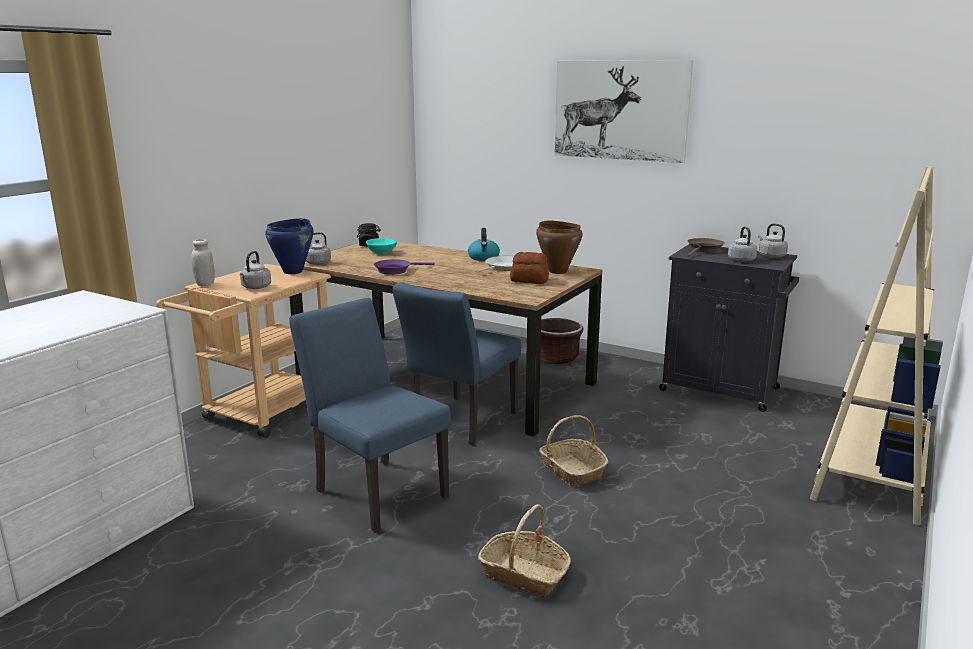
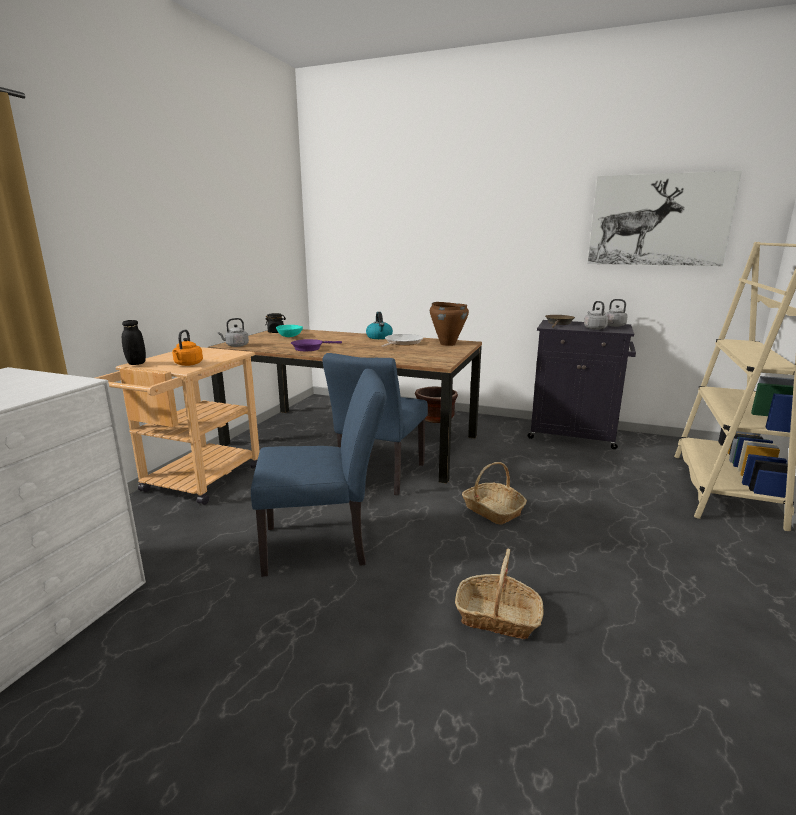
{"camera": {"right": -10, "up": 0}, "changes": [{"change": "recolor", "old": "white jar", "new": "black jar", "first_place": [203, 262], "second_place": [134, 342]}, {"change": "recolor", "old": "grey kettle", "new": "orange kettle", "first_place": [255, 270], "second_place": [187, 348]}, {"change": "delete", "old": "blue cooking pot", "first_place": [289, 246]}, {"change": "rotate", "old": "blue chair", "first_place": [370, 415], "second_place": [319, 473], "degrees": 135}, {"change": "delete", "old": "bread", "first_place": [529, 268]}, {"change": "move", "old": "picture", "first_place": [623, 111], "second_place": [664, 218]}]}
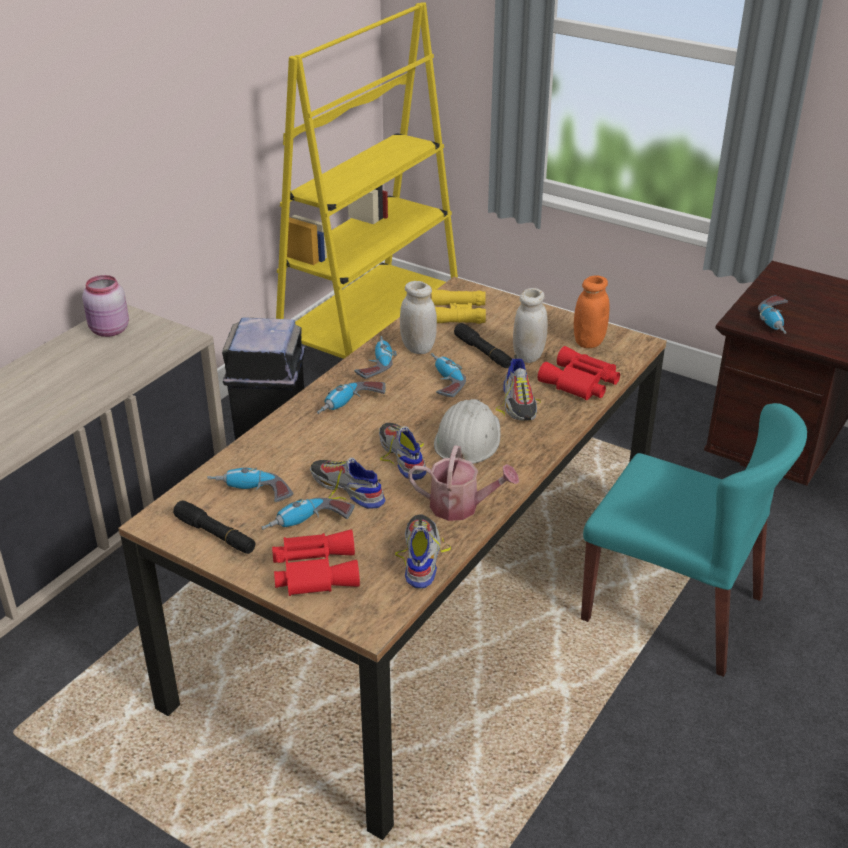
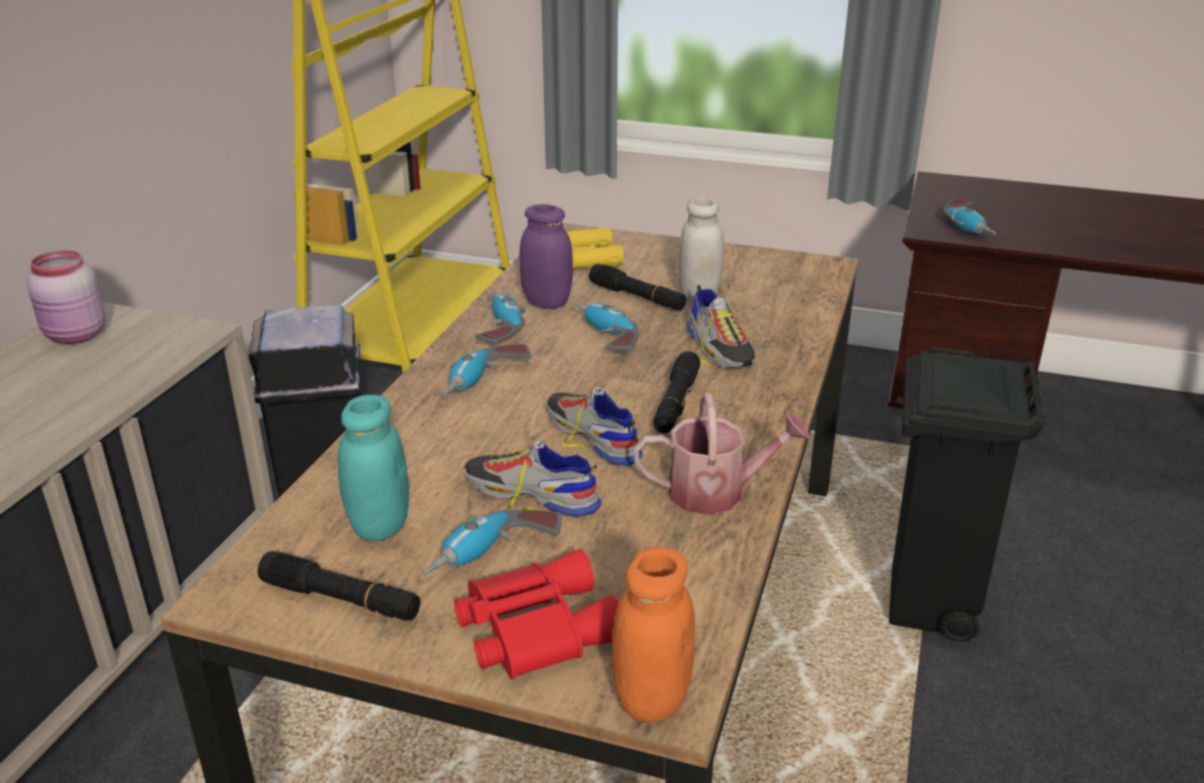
{"camera": {"right": -15, "up": -5}, "changes": [{"change": "replace", "old": "power drill", "new": "turquoise jar", "first_place": [250, 485], "second_place": [373, 468]}, {"change": "delete", "old": "shoe", "first_place": [423, 551]}, {"change": "recolor", "old": "white jar", "new": "purple jar", "first_place": [418, 317], "second_place": [546, 256]}, {"change": "replace", "old": "white hard hat", "new": "black flashlight", "first_place": [467, 431], "second_place": [676, 392]}, {"change": "delete", "old": "red binoculars", "first_place": [579, 373]}, {"change": "move", "old": "orange jar", "first_place": [592, 311], "second_place": [653, 634]}, {"change": "replace", "old": "turquoise chair", "new": "black trash can", "first_place": [694, 540], "second_place": [967, 494]}]}
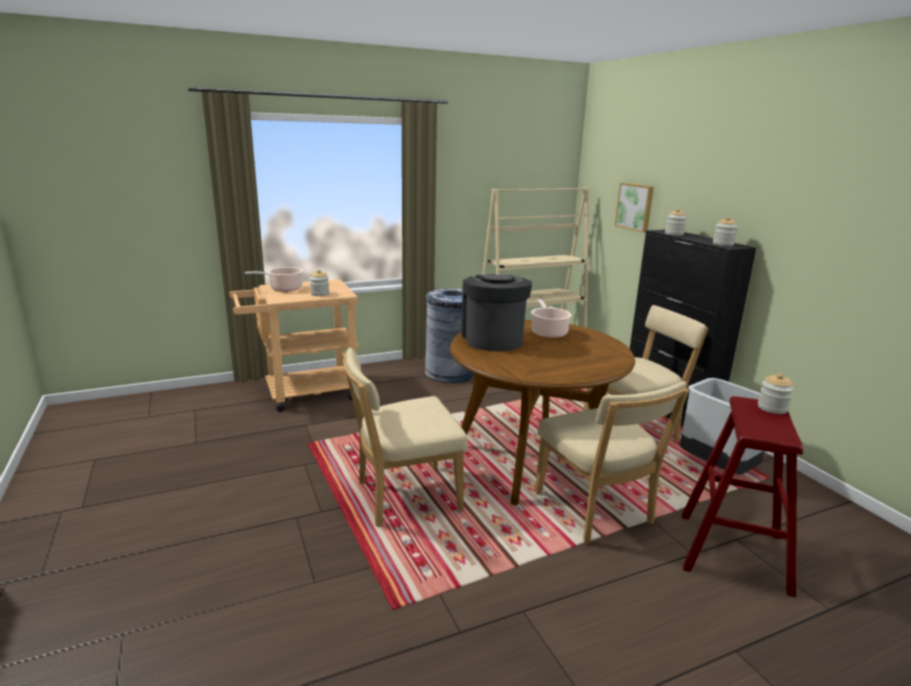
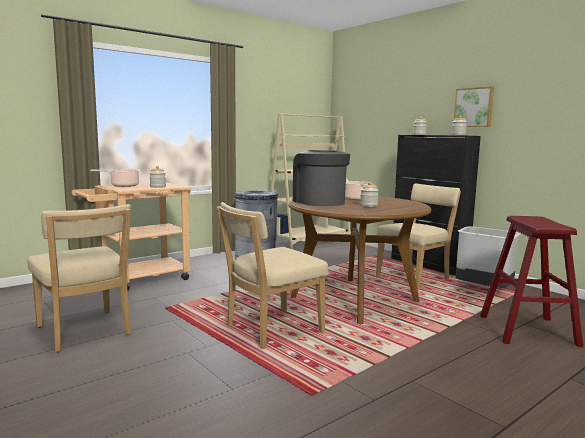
{"camera": {"right": -15, "up": -10}, "changes": [{"change": "move", "old": "beige chair", "first_place": [612, 462], "second_place": [79, 278]}, {"change": "move", "old": "picture", "first_place": [634, 208], "second_place": [474, 106]}, {"change": "move", "old": "jar", "first_place": [776, 394], "second_place": [369, 194]}]}
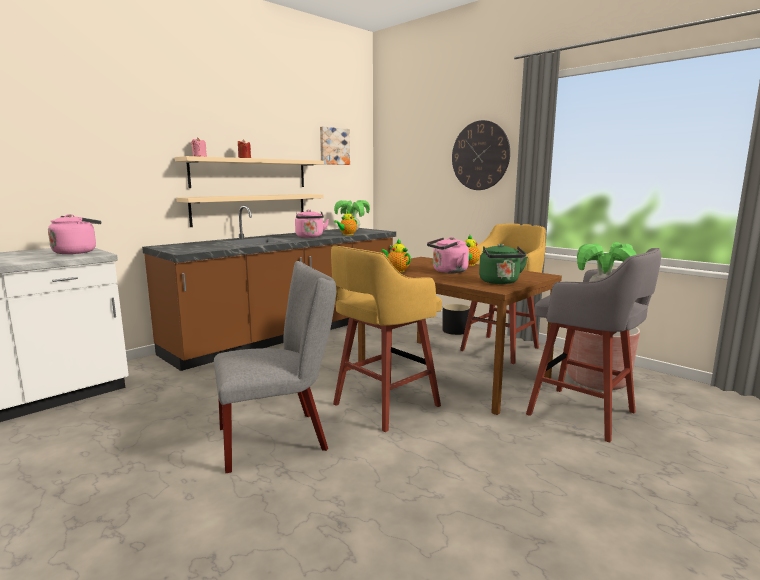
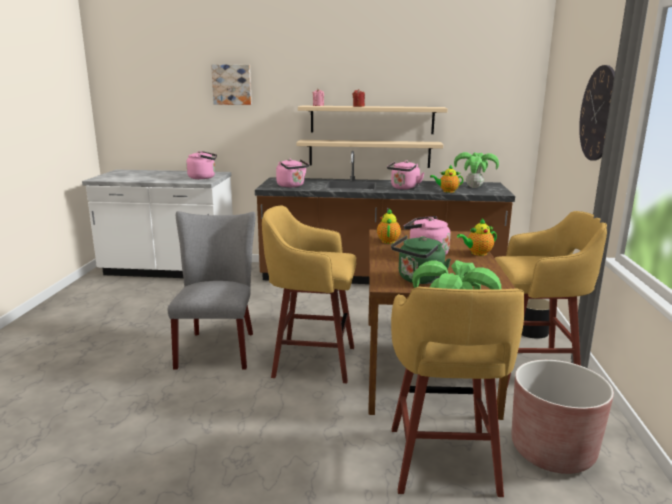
{"camera": {"right": 50, "up": 5}, "changes": [{"change": "rotate", "old": "grey chair", "first_place": [275, 367], "second_place": [211, 290], "degrees": -120}, {"change": "move", "old": "picture", "first_place": [335, 146], "second_place": [231, 84]}, {"change": "recolor", "old": "grey stool", "new": "yellow stool", "first_place": [593, 345], "second_place": [457, 392]}, {"change": "insert", "new": "pink kettle", "second_place": [292, 173]}]}
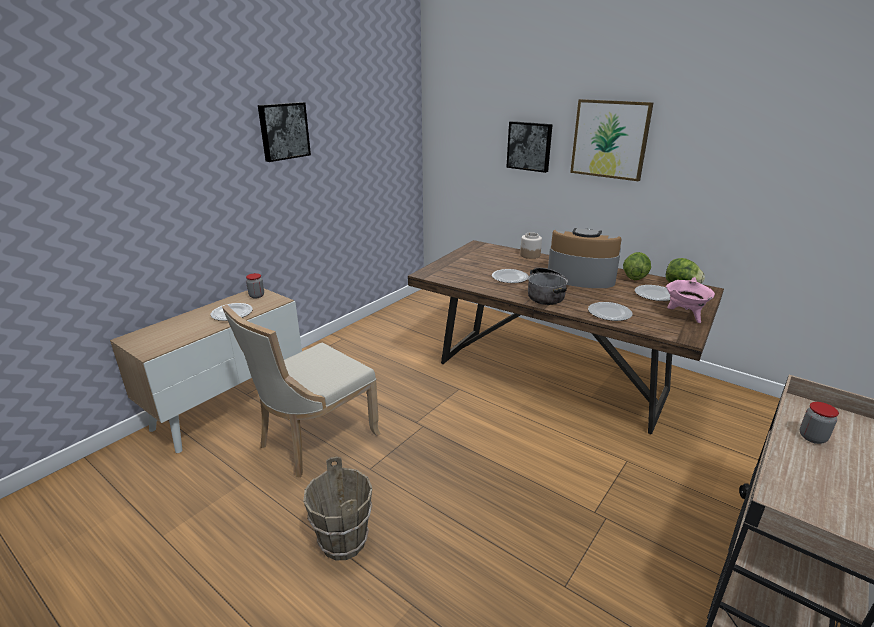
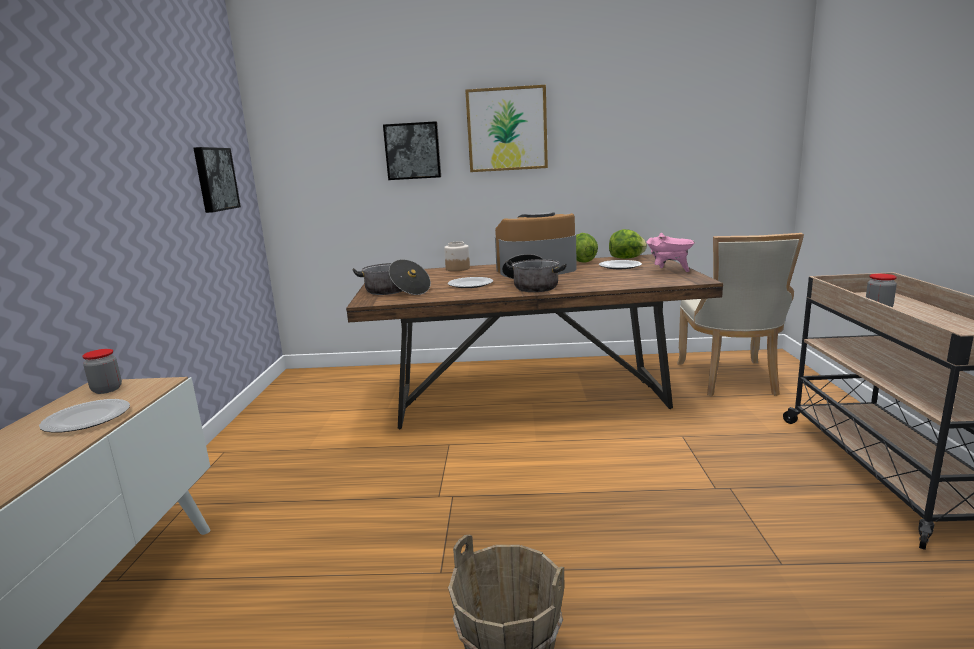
{"camera": {"right": -35, "up": -10}, "changes": [{"change": "move", "old": "beige chair", "first_place": [301, 391], "second_place": [740, 314]}, {"change": "move", "old": "picture", "first_place": [284, 132], "second_place": [217, 180]}, {"change": "delete", "old": "plate", "first_place": [610, 311]}, {"change": "insert", "new": "cooking pot", "second_place": [392, 277]}]}
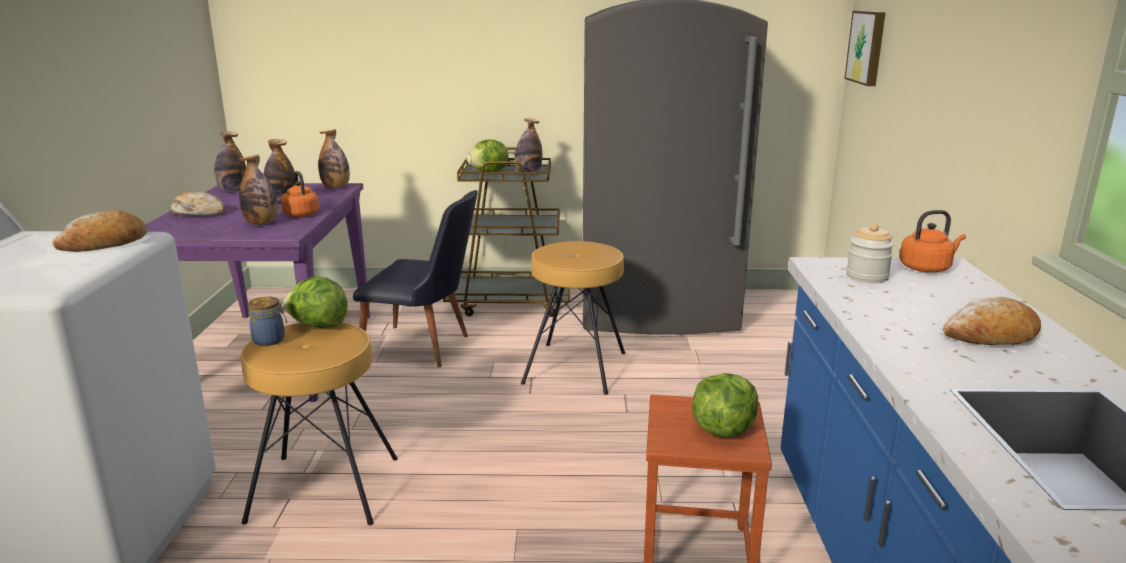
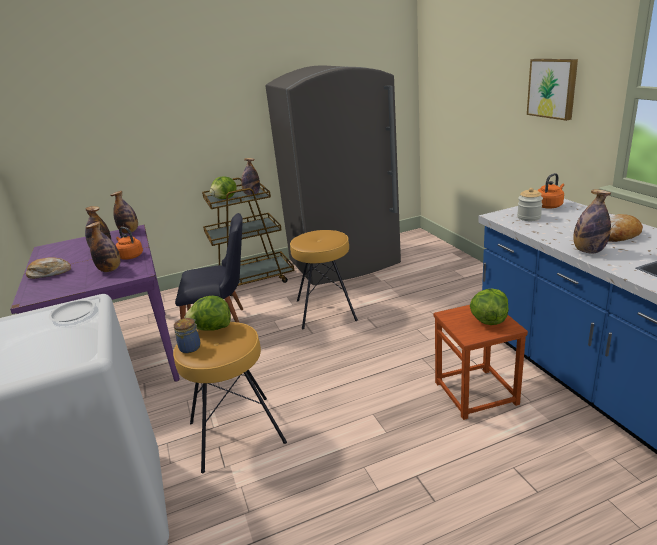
{"camera": {"right": -20, "up": 5}, "changes": [{"change": "replace", "old": "bread", "new": "white plate", "first_place": [99, 231], "second_place": [72, 311]}, {"change": "move", "old": "bottle", "first_place": [230, 161], "second_place": [592, 221]}, {"change": "move", "old": "picture", "first_place": [865, 48], "second_place": [552, 90]}]}
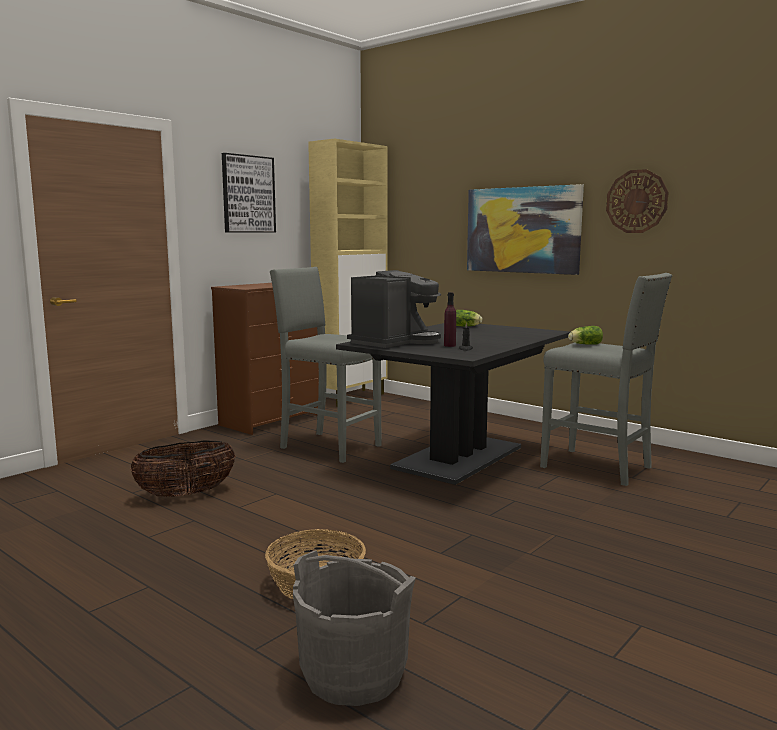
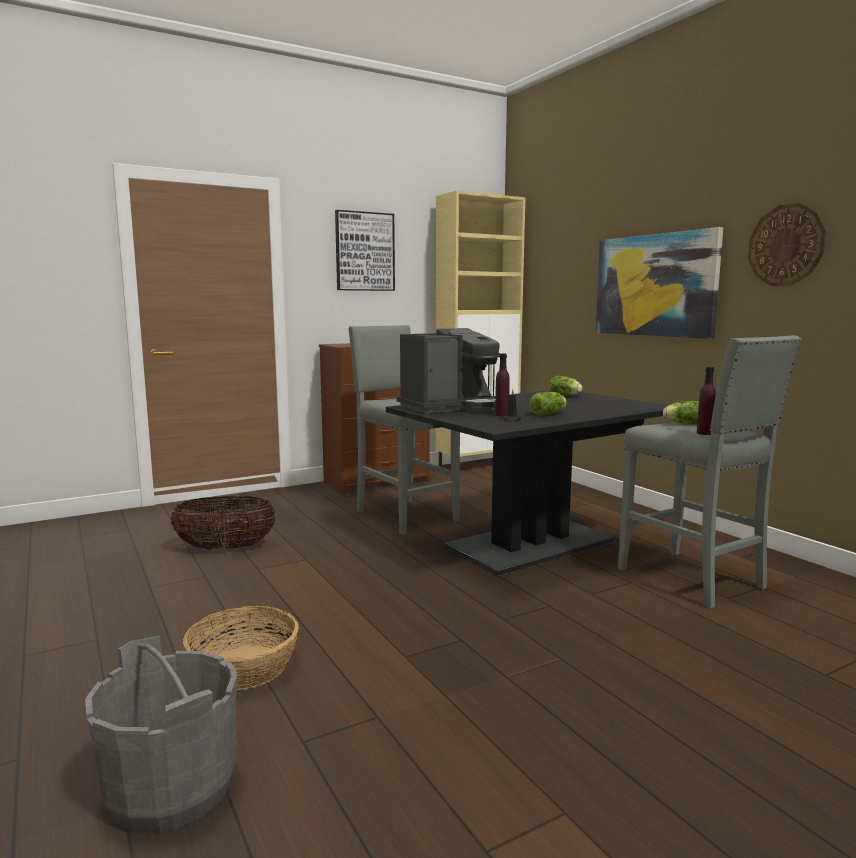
{"camera": {"right": 20, "up": 0}, "changes": [{"change": "insert", "new": "lettuce", "second_place": [548, 404]}, {"change": "insert", "new": "purple bottle", "second_place": [706, 401]}]}
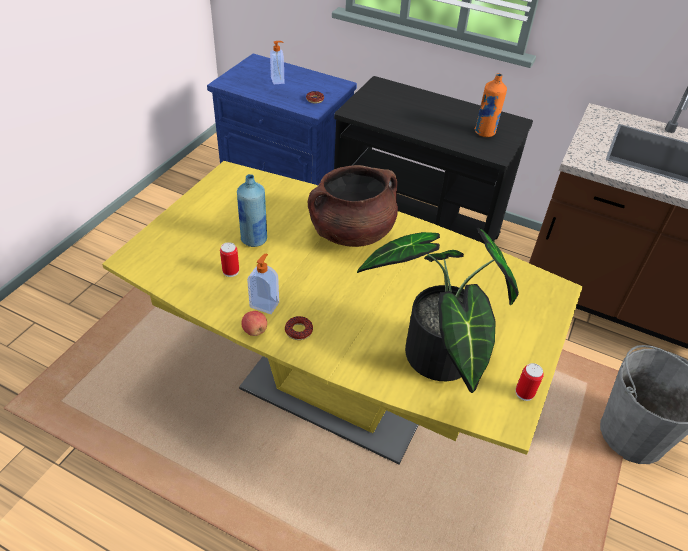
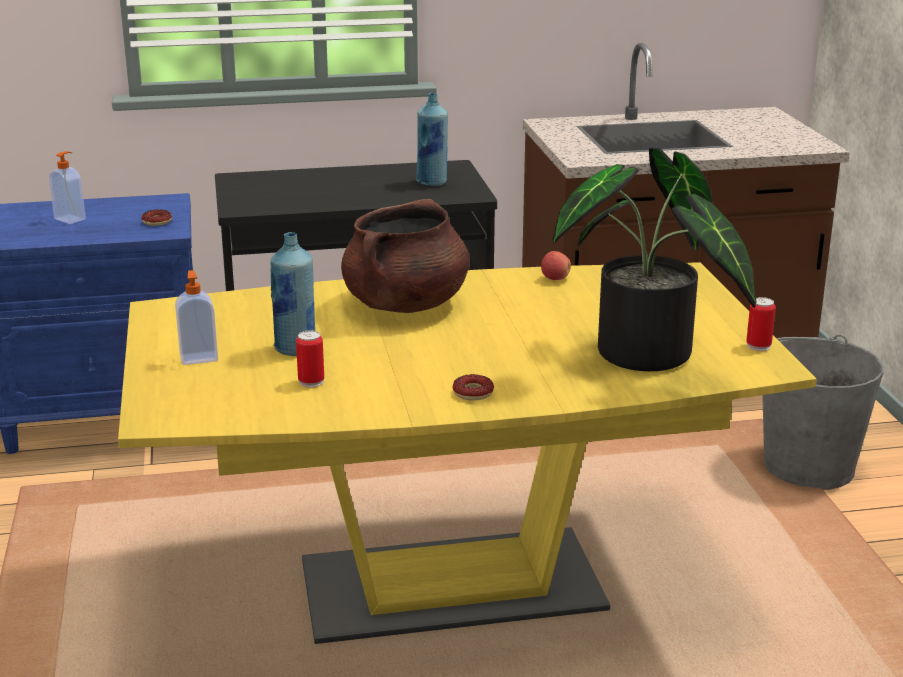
{"camera": {"right": -35, "up": -20}, "changes": [{"change": "move", "old": "apple", "first_place": [254, 323], "second_place": [556, 265]}, {"change": "move", "old": "soap dispenser", "first_place": [263, 284], "second_place": [196, 317]}, {"change": "recolor", "old": "orange bottle", "new": "blue bottle", "first_place": [490, 105], "second_place": [432, 139]}]}
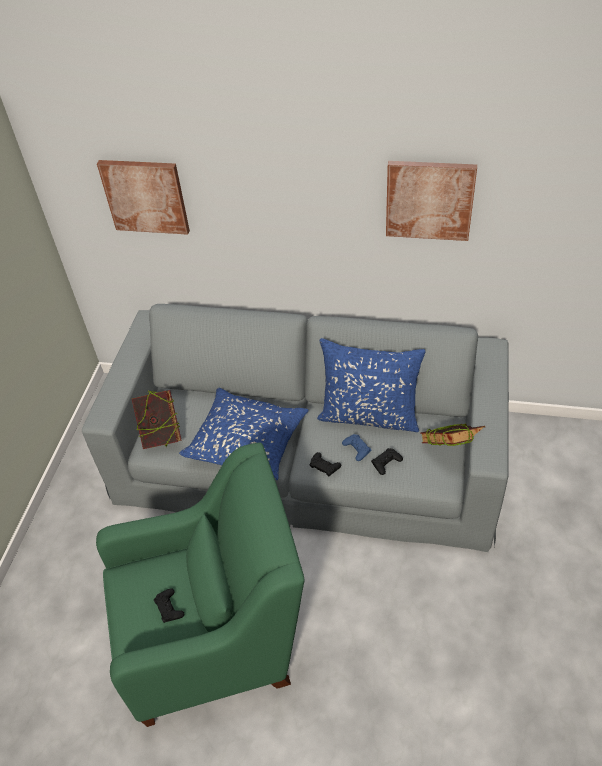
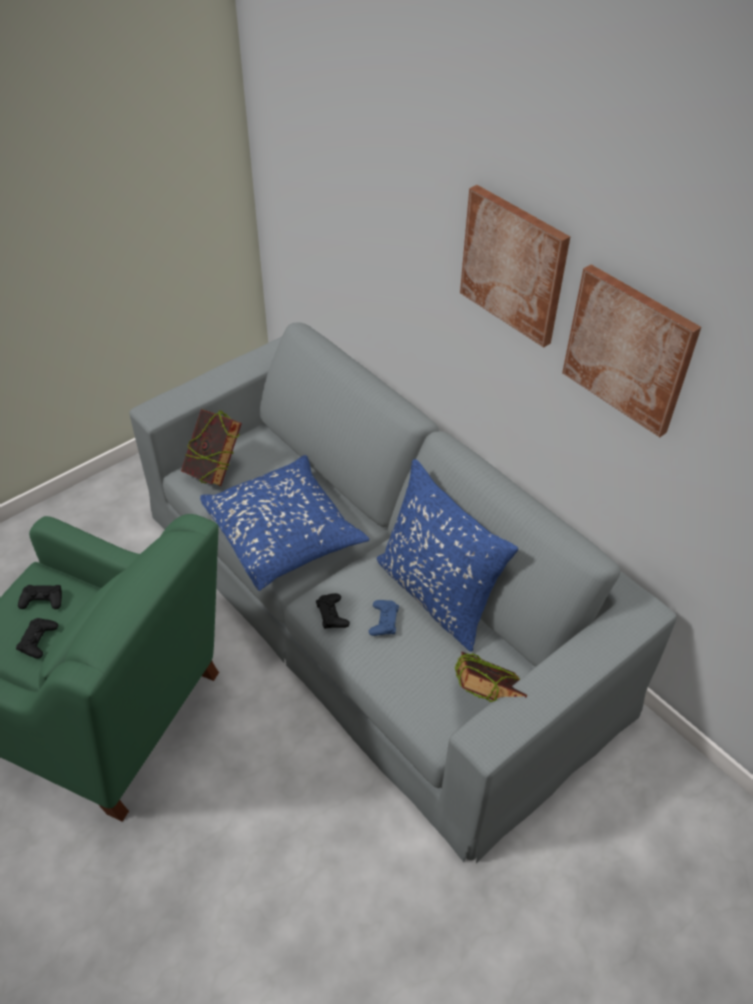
{"camera": {"right": 35, "up": 0}, "changes": [{"change": "move", "old": "picture", "first_place": [143, 197], "second_place": [515, 266]}, {"change": "move", "old": "black game controller", "first_place": [387, 461], "second_place": [40, 597]}]}
